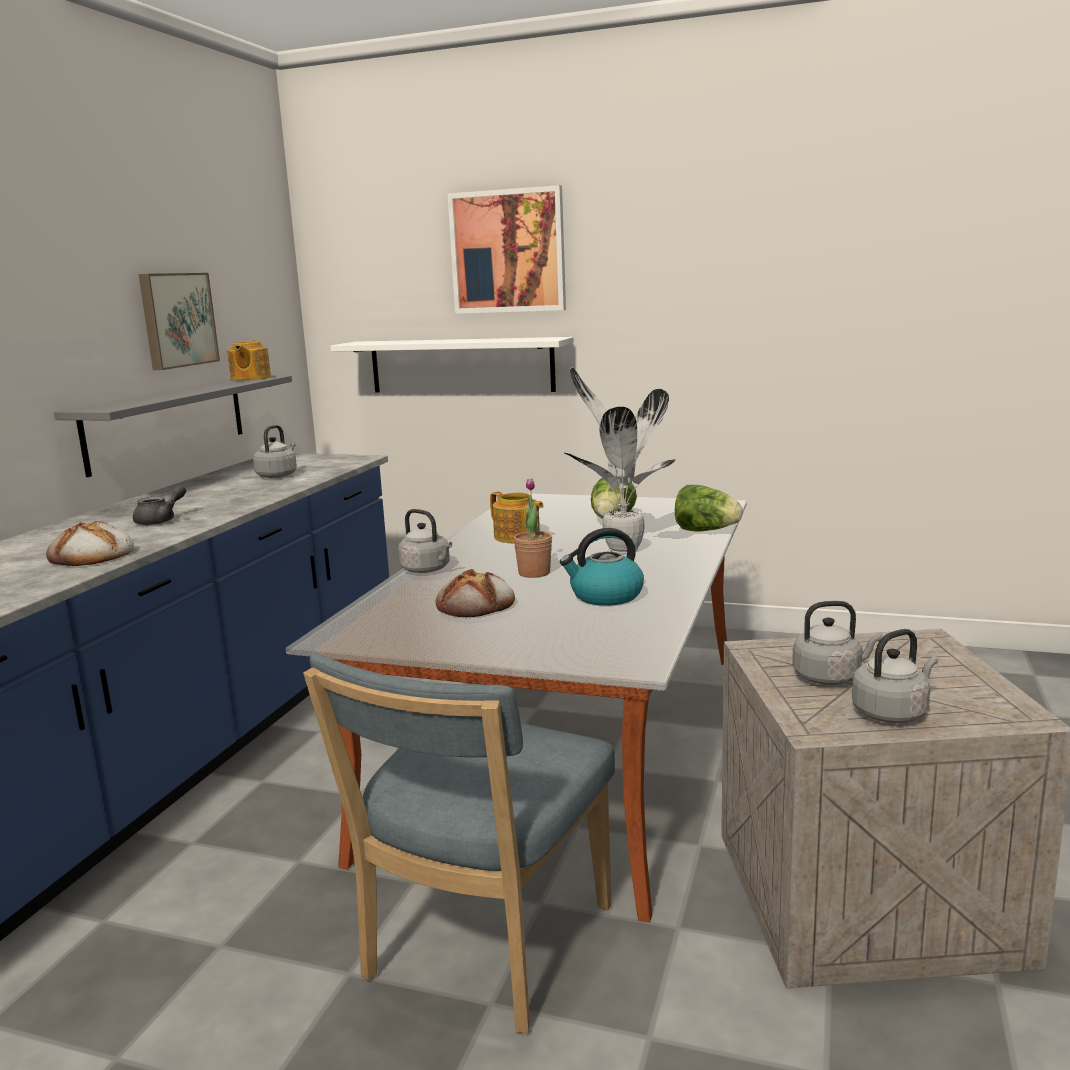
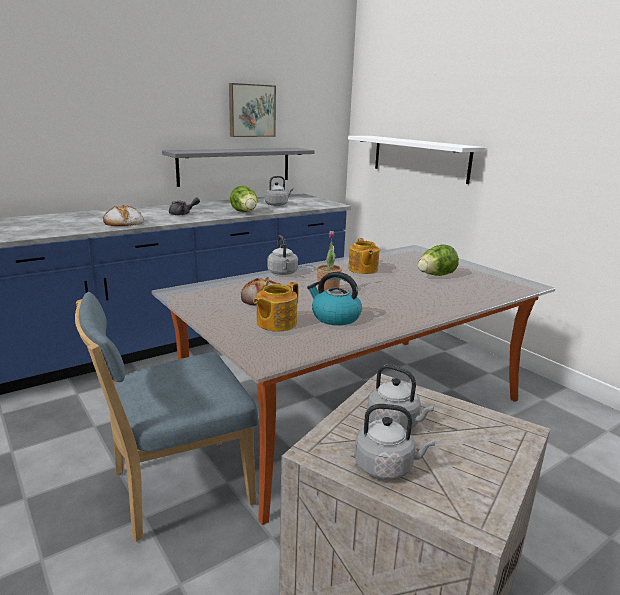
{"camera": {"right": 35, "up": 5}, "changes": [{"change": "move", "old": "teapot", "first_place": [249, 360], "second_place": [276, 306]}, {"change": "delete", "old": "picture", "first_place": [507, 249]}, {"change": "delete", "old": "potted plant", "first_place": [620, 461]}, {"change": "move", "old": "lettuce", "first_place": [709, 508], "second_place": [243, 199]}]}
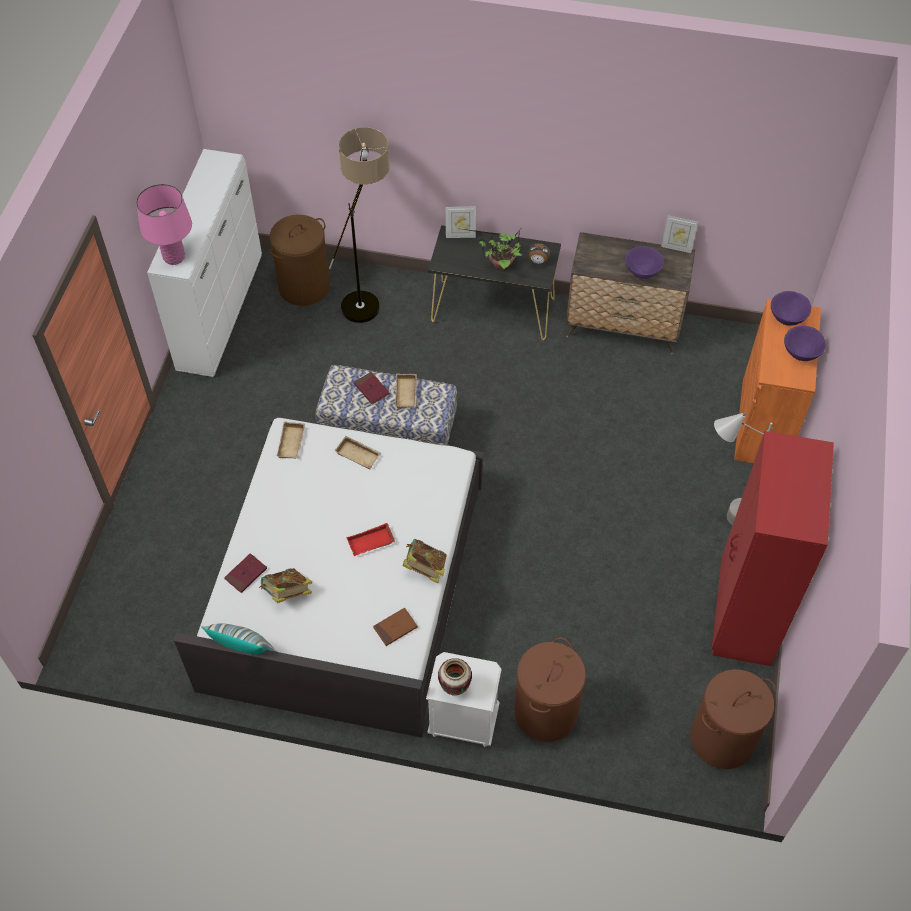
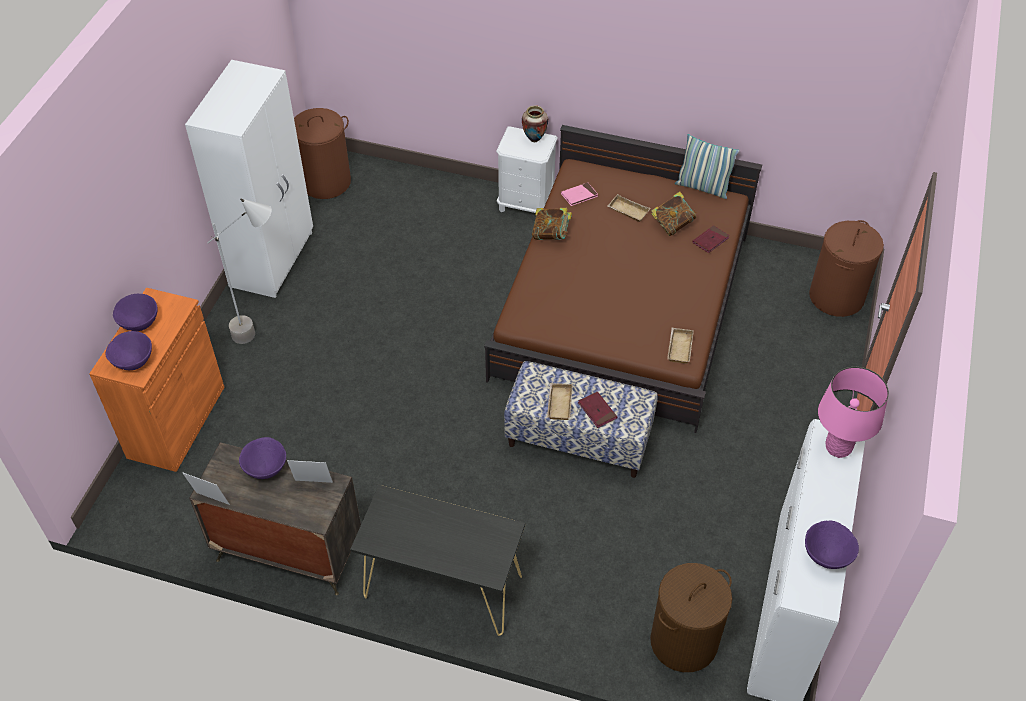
{"camera": {"right": -175, "up": -5}, "changes": [{"change": "recolor", "old": "white bed", "new": "brown bed", "first_place": [328, 577], "second_place": [623, 279]}, {"change": "delete", "old": "floor lamp", "first_place": [359, 225]}, {"change": "move", "old": "beige tray", "first_place": [357, 452], "second_place": [629, 208]}, {"change": "delete", "old": "red tray", "first_place": [370, 539]}, {"change": "recolor", "old": "brown book", "new": "pink book", "first_place": [395, 627], "second_place": [579, 194]}, {"change": "move", "old": "picture frame", "first_place": [461, 222], "second_place": [310, 471]}, {"change": "delete", "old": "potted plant", "first_place": [489, 248]}, {"change": "move", "old": "brown laundry basket", "first_place": [550, 690], "second_place": [846, 268]}, {"change": "delete", "old": "alarm clock", "first_place": [539, 254]}, {"change": "recolor", "old": "red wardrobe", "new": "white wardrobe", "first_place": [773, 548], "second_place": [249, 179]}, {"change": "insert", "new": "purple bowl", "second_place": [832, 545]}]}
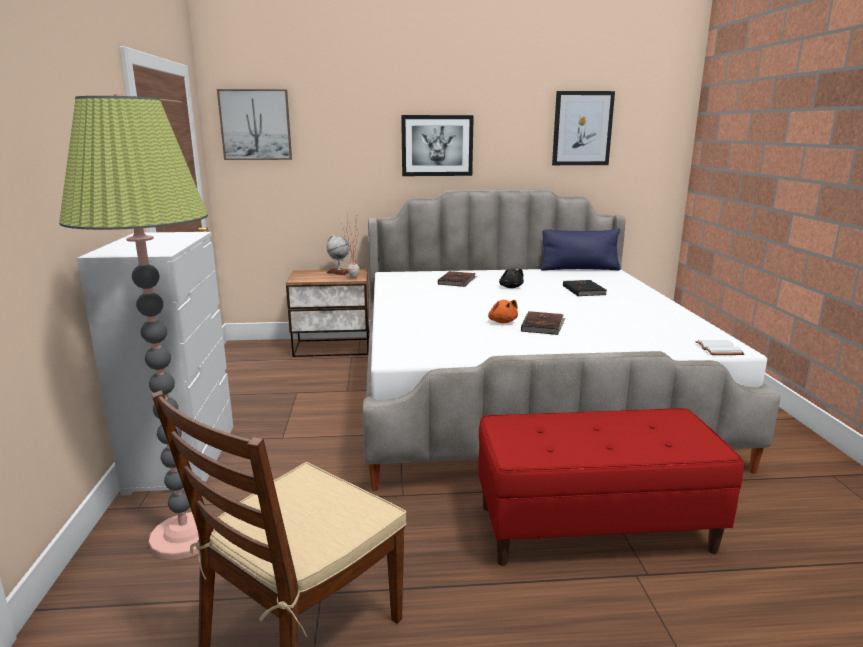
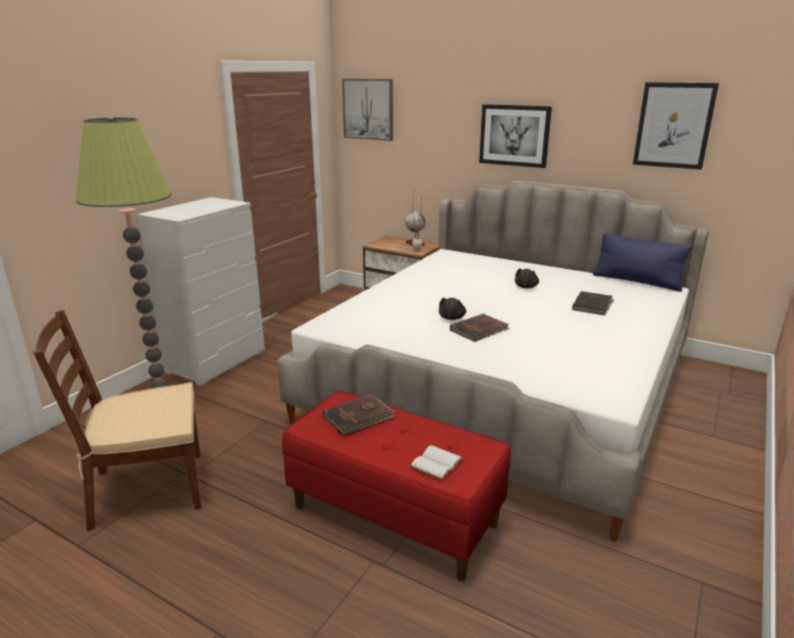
{"camera": {"right": 35, "up": 5}, "changes": [{"change": "move", "old": "brown book", "first_place": [457, 279], "second_place": [359, 415]}, {"change": "recolor", "old": "orange plush toy", "new": "black plush toy", "first_place": [503, 311], "second_place": [452, 309]}, {"change": "move", "old": "white book", "first_place": [719, 347], "second_place": [436, 463]}]}
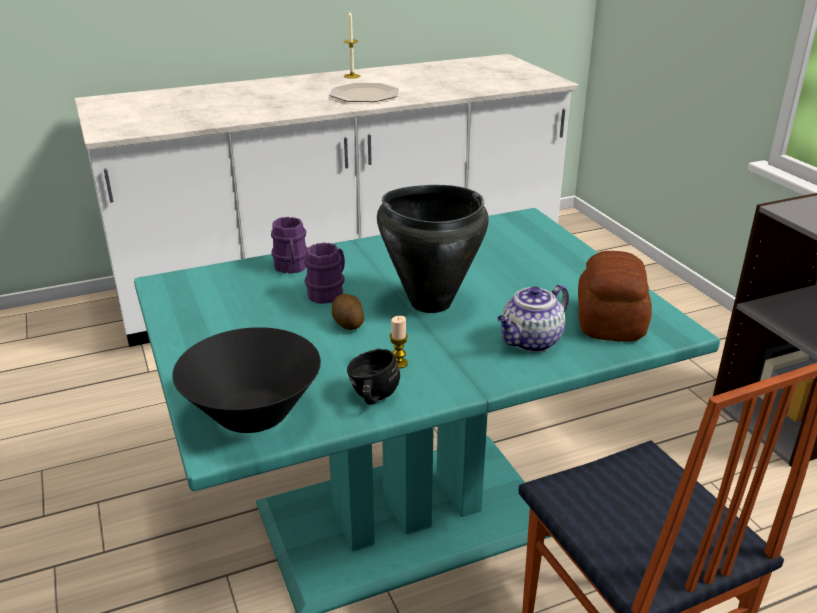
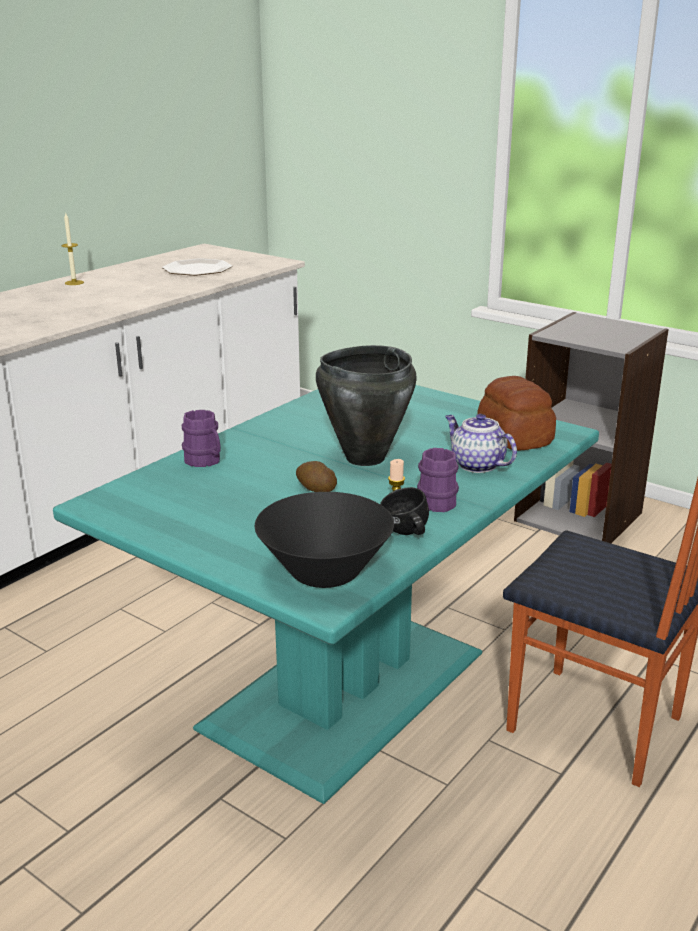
{"camera": {"right": -30, "up": -5}, "changes": [{"change": "move", "old": "purple mug", "first_place": [324, 273], "second_place": [438, 480]}, {"change": "move", "old": "plate", "first_place": [364, 92], "second_place": [197, 267]}, {"change": "rotate", "old": "teapot", "first_place": [533, 318], "second_place": [481, 443], "degrees": 120}]}
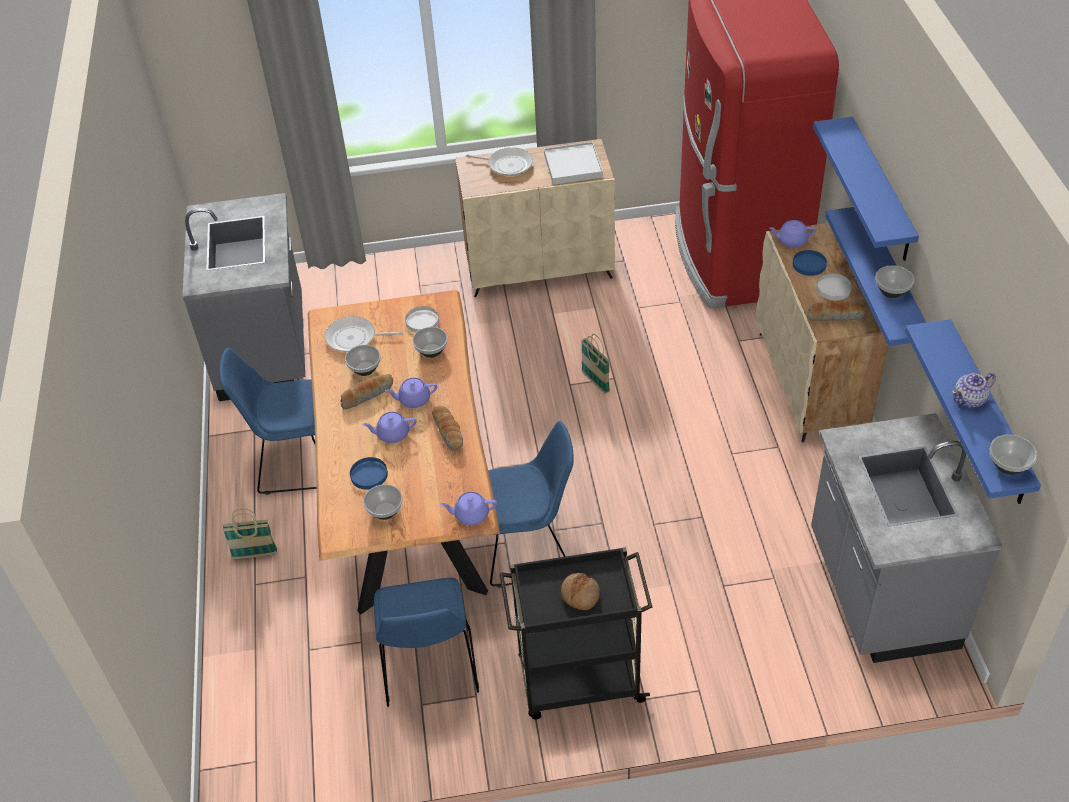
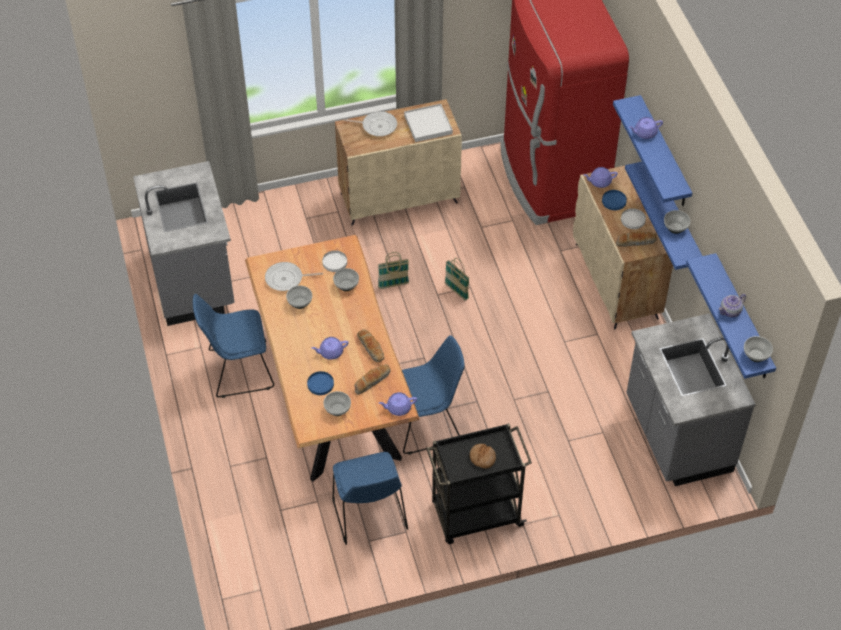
{"camera": {"right": -10, "up": 5}, "changes": [{"change": "move", "old": "basket", "first_place": [249, 534], "second_place": [393, 270]}, {"change": "move", "old": "bread", "first_place": [366, 392], "second_place": [372, 379]}, {"change": "move", "old": "purple teapot", "first_place": [411, 393], "second_place": [646, 128]}]}
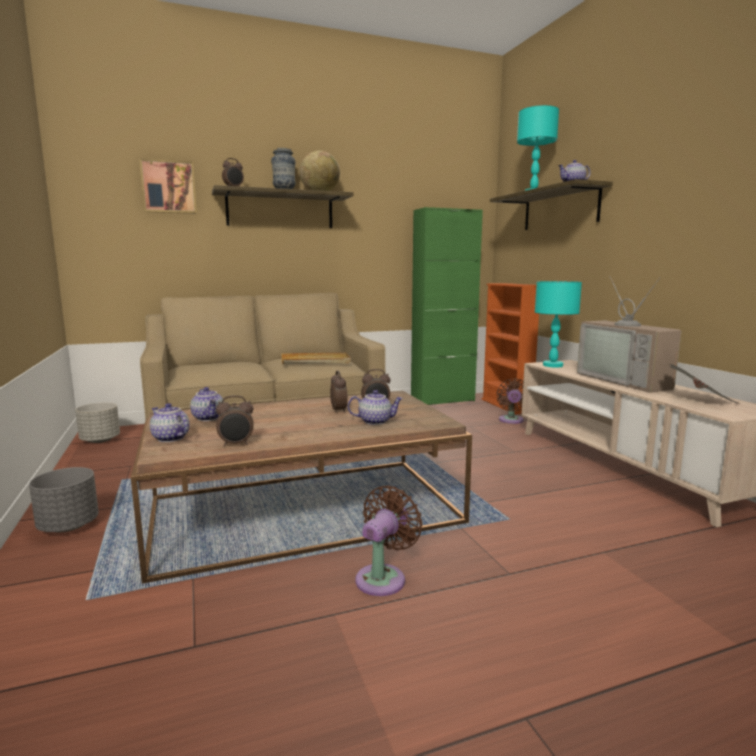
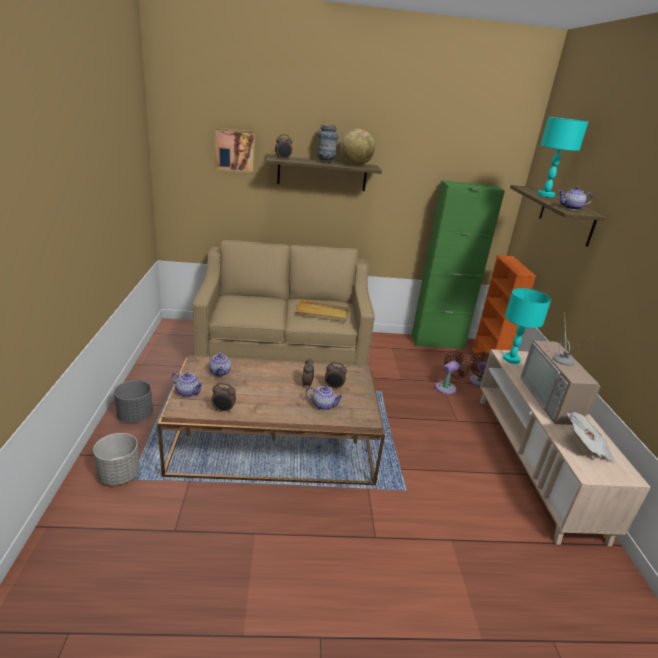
{"camera": {"right": 15, "up": 15}, "changes": [{"change": "move", "old": "grey planter", "first_place": [97, 422], "second_place": [116, 459]}, {"change": "rotate", "old": "teapot", "first_place": [169, 422], "second_place": [188, 384], "degrees": 150}, {"change": "move", "old": "brown fan", "first_place": [389, 540], "second_place": [452, 373]}]}
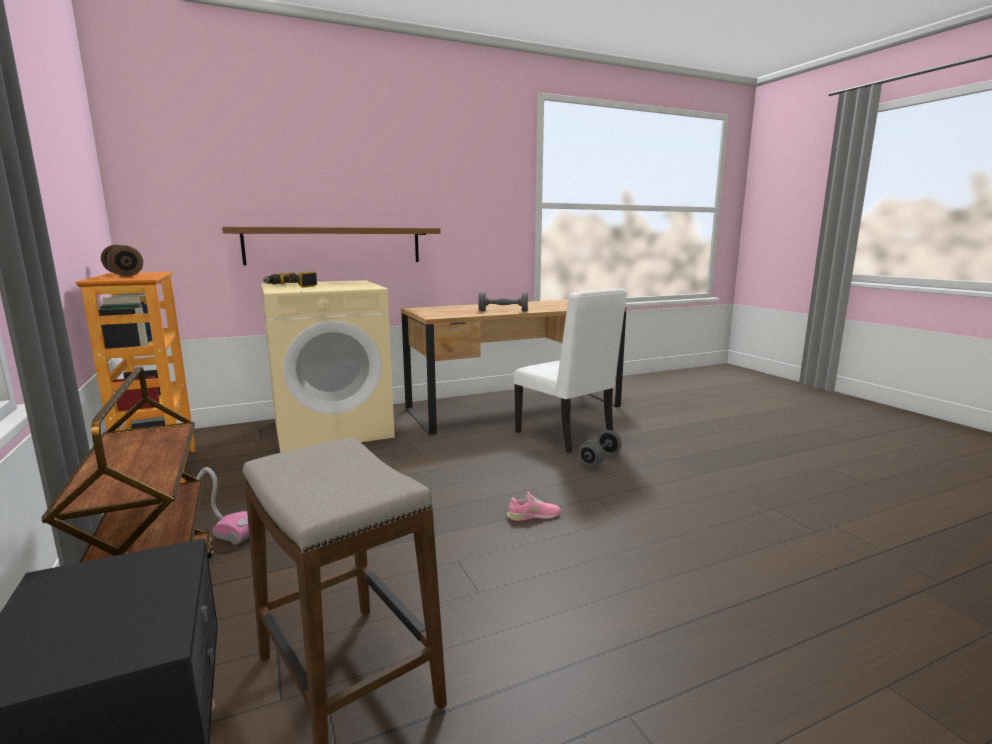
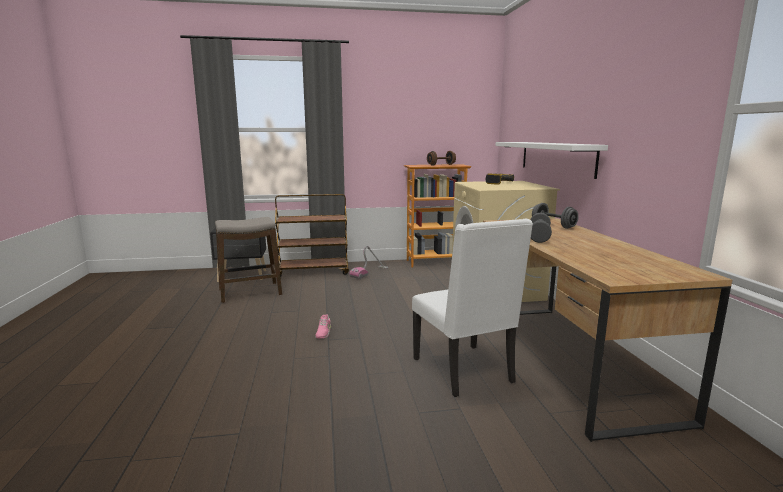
{"camera": {"right": 105, "up": 0}, "changes": [{"change": "recolor", "old": "brown shelf", "new": "white shelf", "first_place": [331, 246], "second_place": [552, 160]}, {"change": "rotate", "old": "white chair", "first_place": [570, 370], "second_place": [472, 308], "degrees": -90}, {"change": "move", "old": "grey dumbbell", "first_place": [600, 448], "second_place": [555, 216]}]}
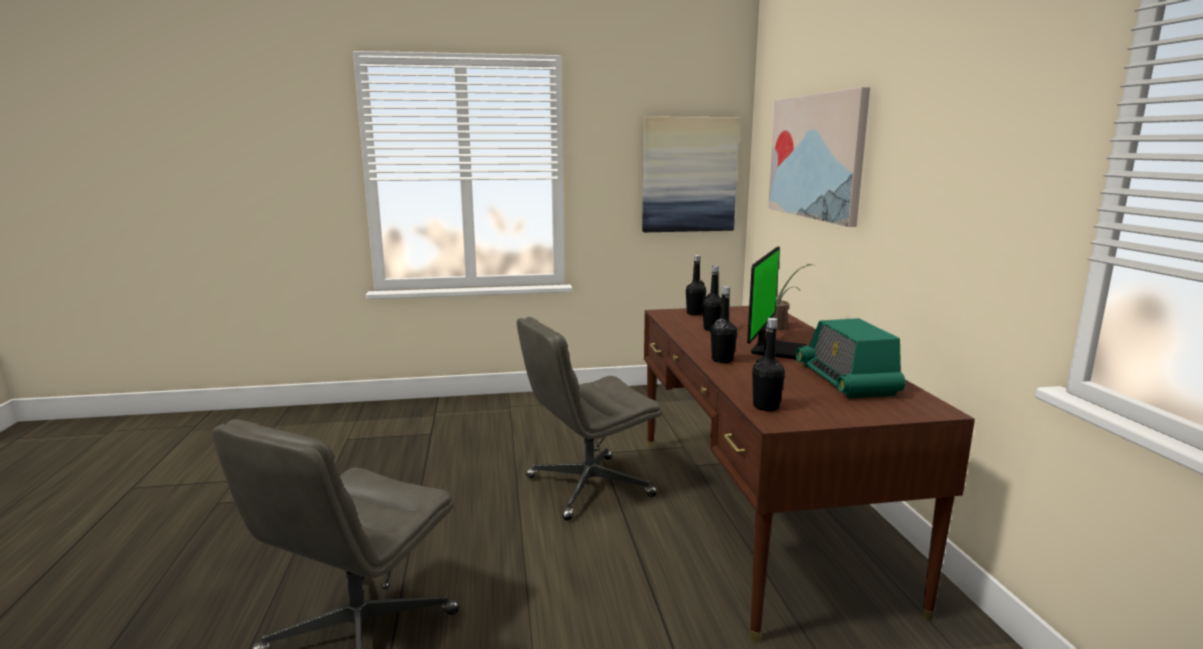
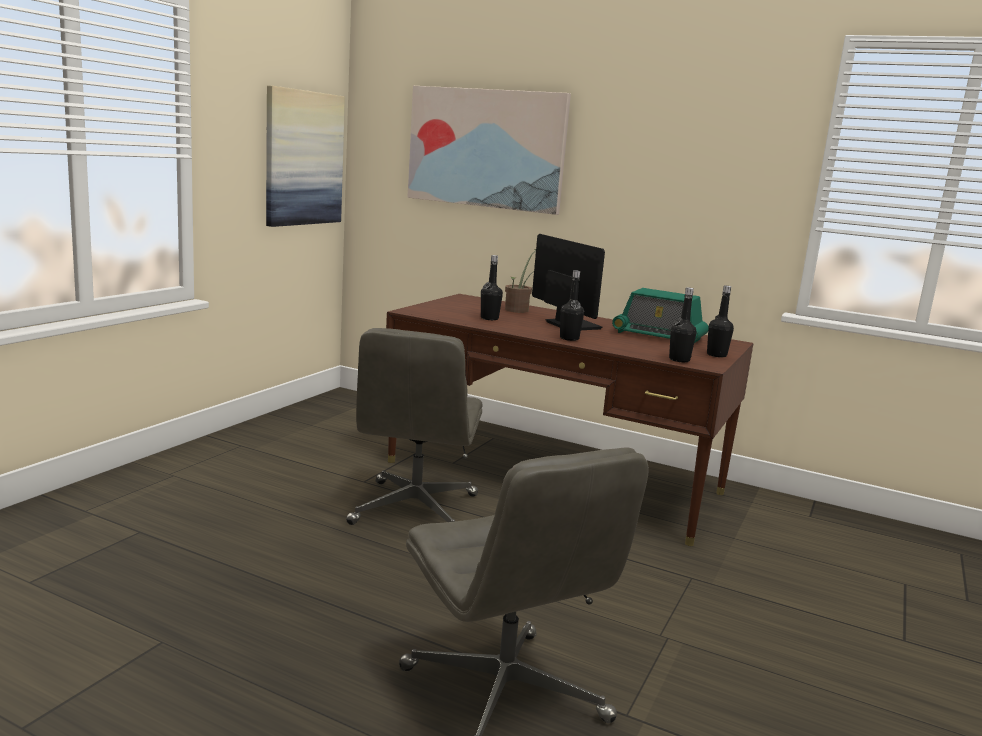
{"camera": {"right": -55, "up": 0}, "changes": [{"change": "move", "old": "black bottle", "first_place": [696, 285], "second_place": [720, 322]}]}
